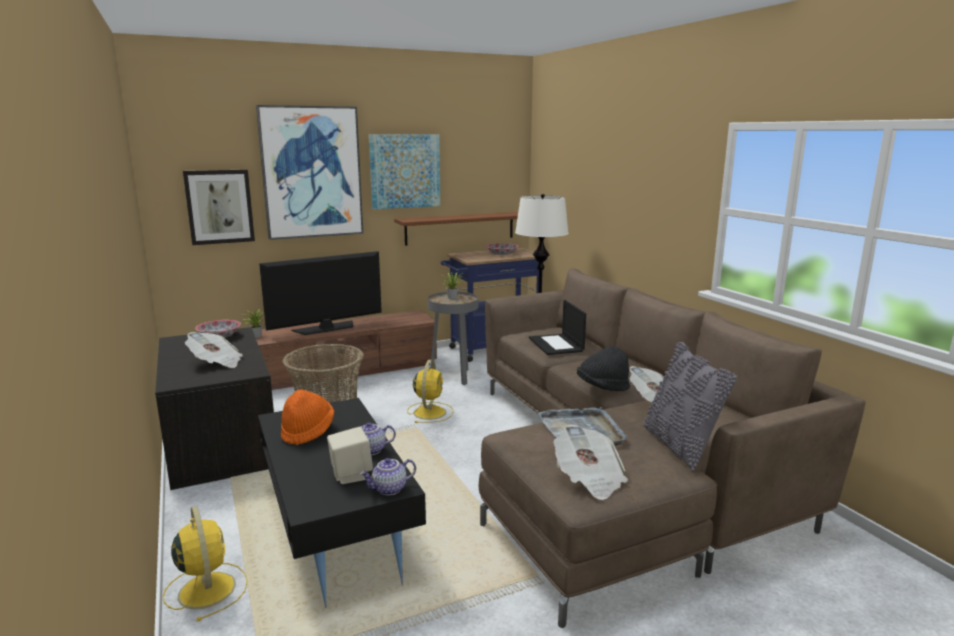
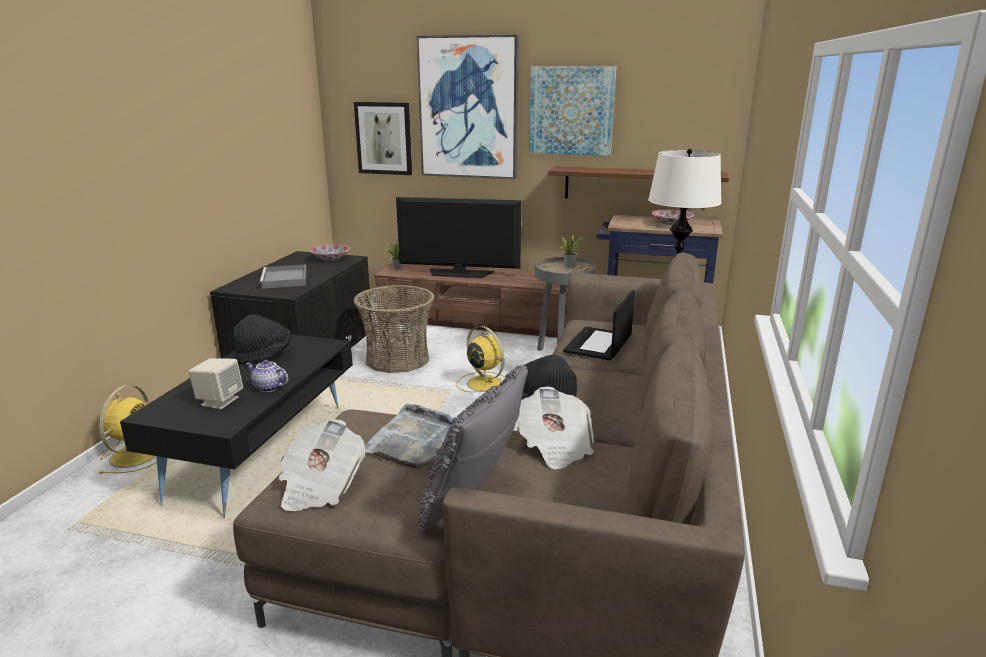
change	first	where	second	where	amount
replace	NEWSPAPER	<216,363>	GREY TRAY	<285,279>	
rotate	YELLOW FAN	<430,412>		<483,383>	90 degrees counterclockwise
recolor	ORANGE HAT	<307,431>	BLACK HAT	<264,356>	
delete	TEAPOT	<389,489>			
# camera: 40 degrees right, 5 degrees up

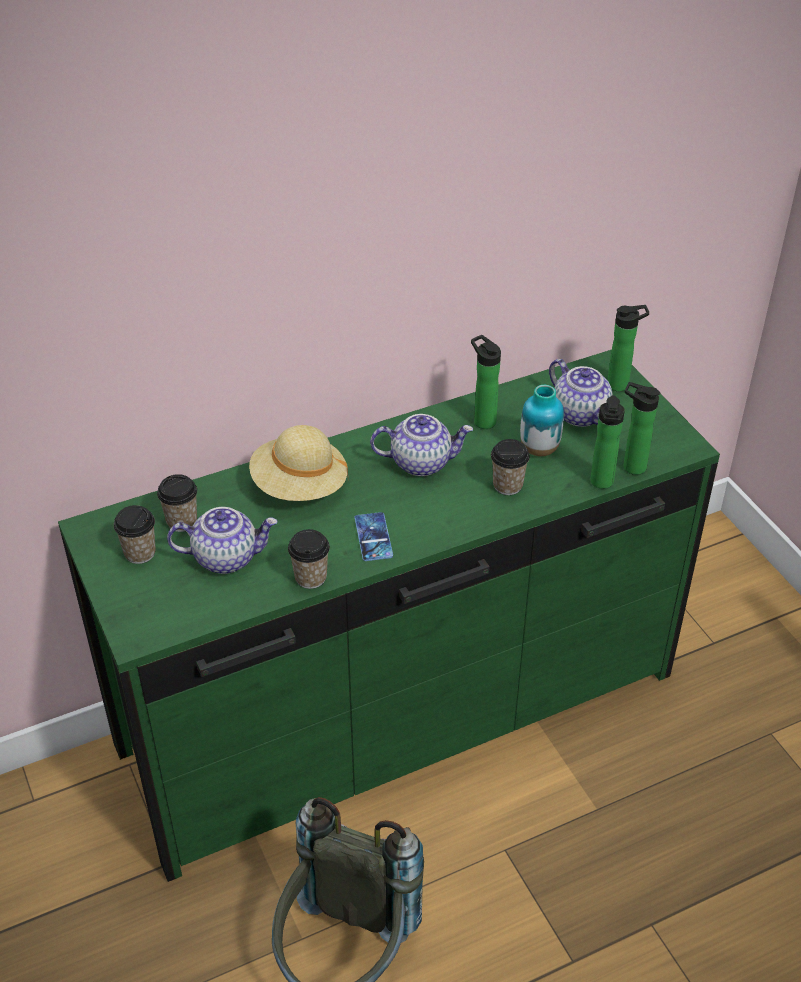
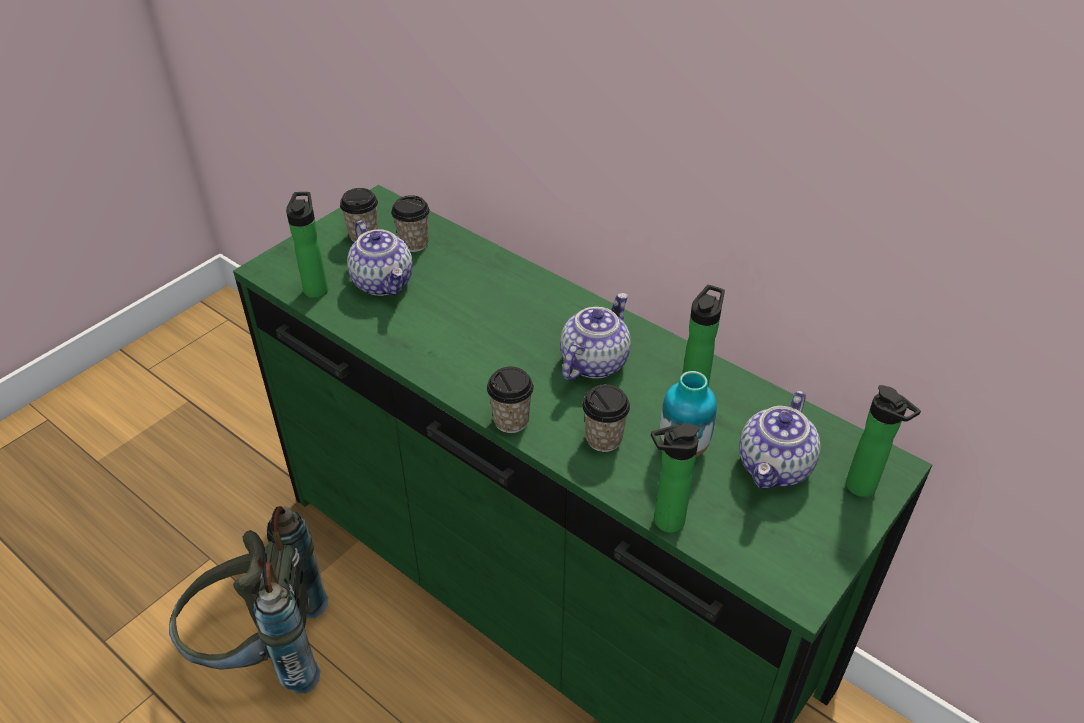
change	first	where	second	where	amount
move	BOTTLE	<630,466>		<316,288>	
rotate	TEAPOT	<421,462>		<593,361>	120 degrees counterclockwise
delete	BEIGE HAT	<299,486>			
delete	PHONE	<373,537>			
move	CUP	<310,577>		<511,420>	
# camera: 65 degrees right, 0 degrees up

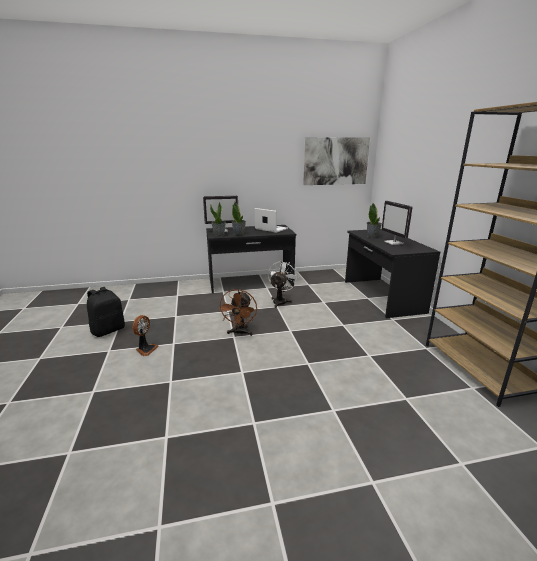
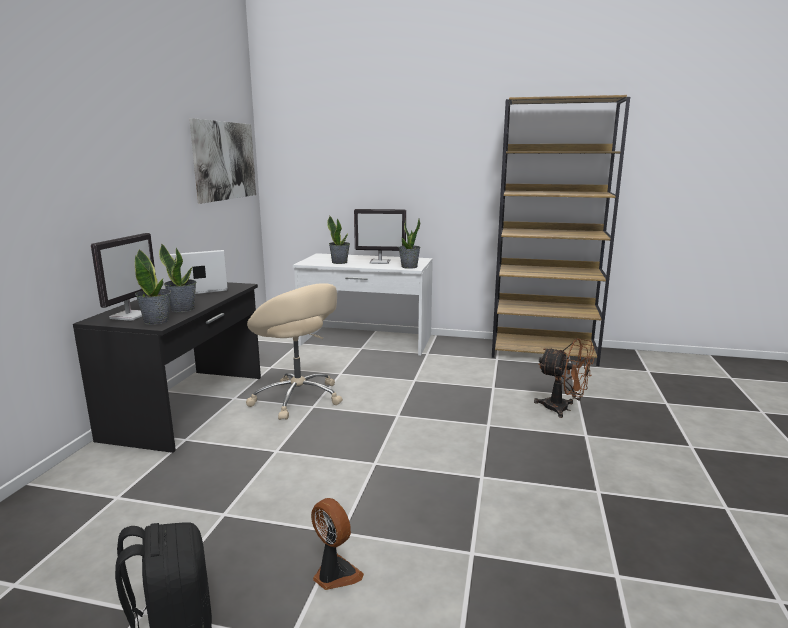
change	first	where	second	where	amount
recolor	BLACK DESK	<381,296>	WHITE DESK	<366,341>	
replace	WHITE FAN	<280,301>	BEIGE OFFICE CHAIR	<299,399>	
move	BROWN FAN	<240,333>		<563,409>	
insert			POTTED PLANT	<409,267>	
# camera: 65 degrees left, 5 degrees down

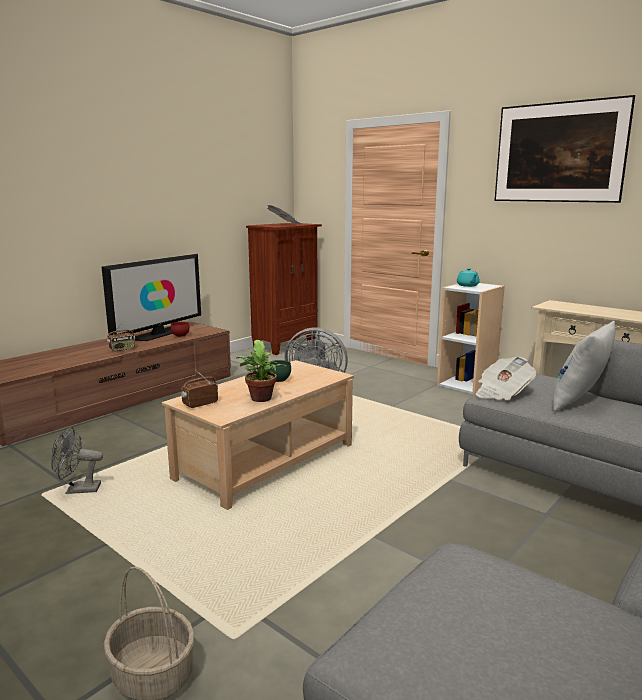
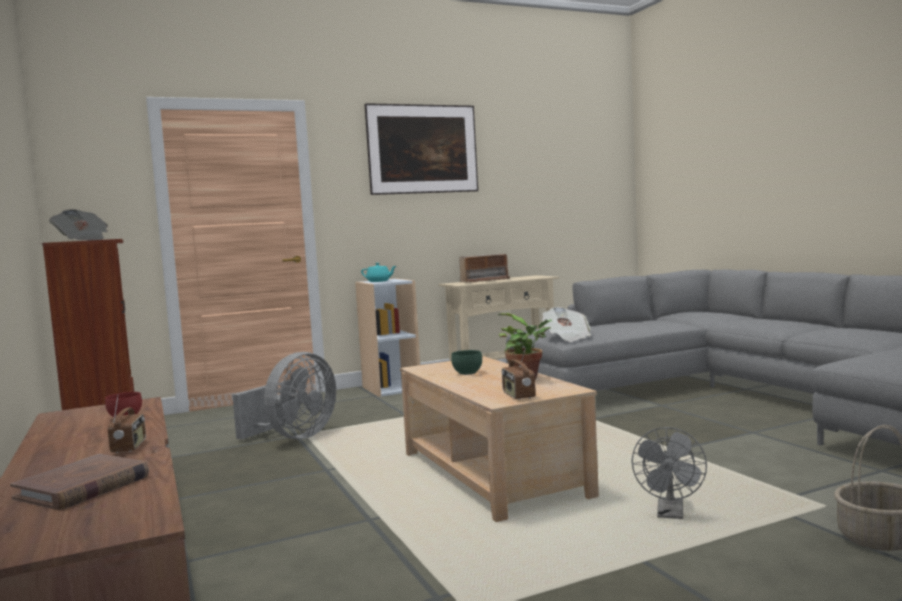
change	first	where	second	where	amount
delete	TELEVISION	<158,334>			
delete	GREY PILLOW	<579,402>			
move	GREY FAN	<77,490>		<671,514>	
insert			RADIO	<484,281>	
insert			BROWN BOOK	<83,487>	
# camera: 65 degrees left, 10 degrees down

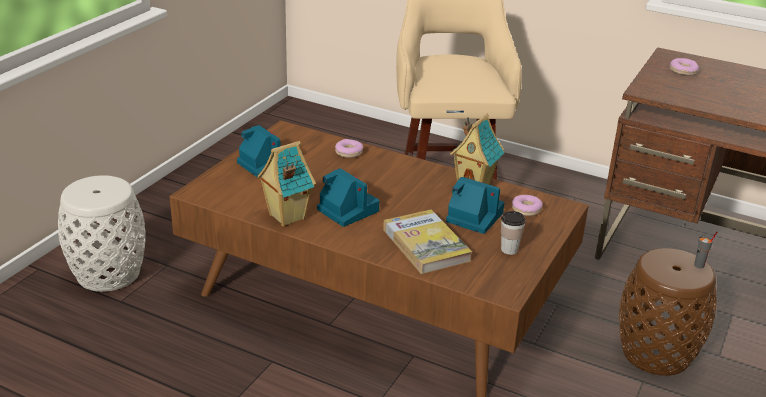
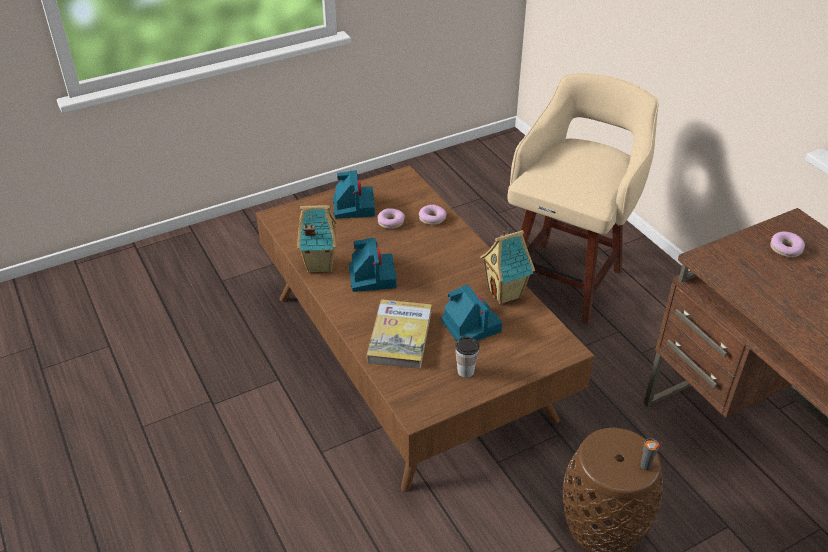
change	first	where	second	where	amount
delete	WHITE STOOL	<108,274>			
move	DONUT	<526,209>		<391,222>	
# camera: 35 degrees right, 10 degrees up

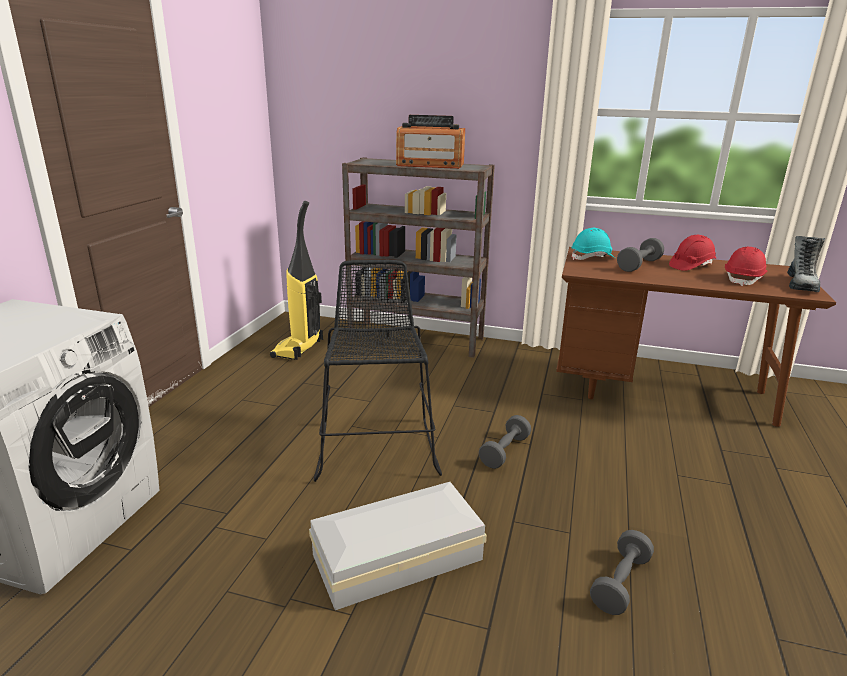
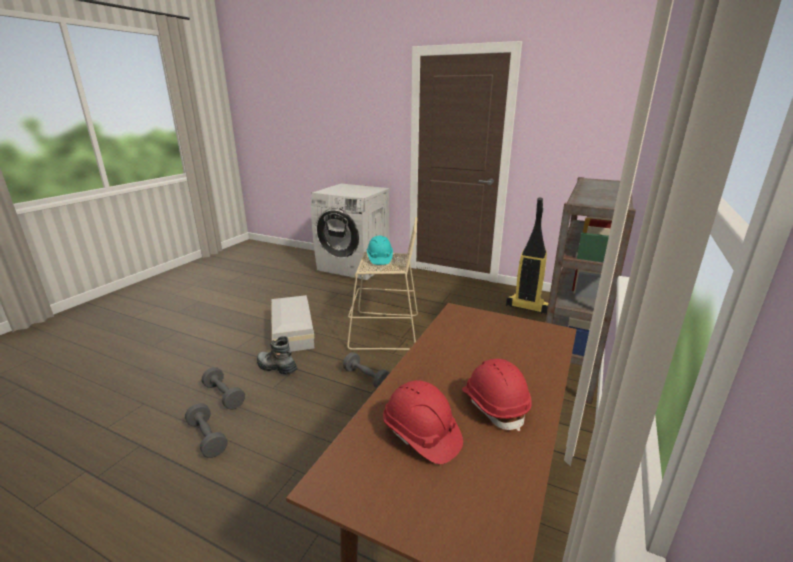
change	first	where	second	where	amount
delete	RADIO	<430,165>			
move	TURQUOISE HARD HAT	<592,258>		<379,259>	
move	BOOT	<801,284>		<276,367>	
move	GREY DUMBBELL	<639,265>		<207,438>	
recolor	BLACK STOOL	<377,450>	BEIGE STOOL	<383,331>	
# camera: 100 degrees right, 0 degrees up

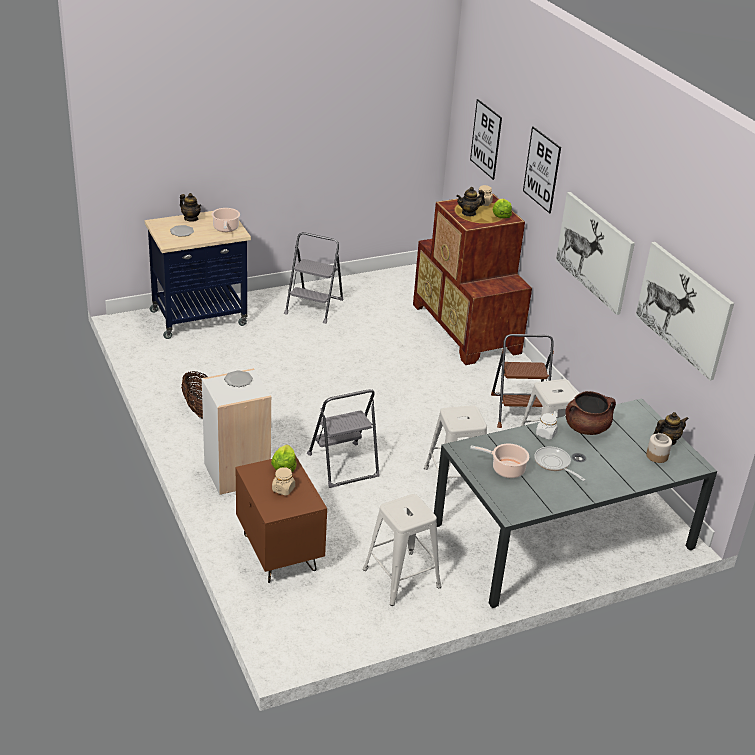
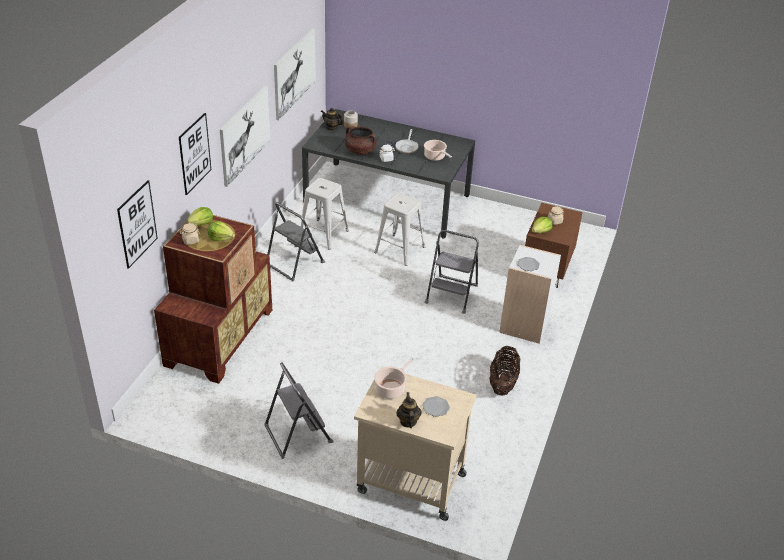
change	first	where	second	where	amount
replace	TEAPOT	<469,213>	LETTUCE	<220,238>	
recolor	BLUE CART	<199,318>	BEIGE CART	<410,483>	
recolor	BROWN STEP LADDER	<519,409>	GREY STEP LADDER	<293,263>	
delete	WHITE STOOL	<401,578>			
# camera: 135 degrees left, 5 degrees up

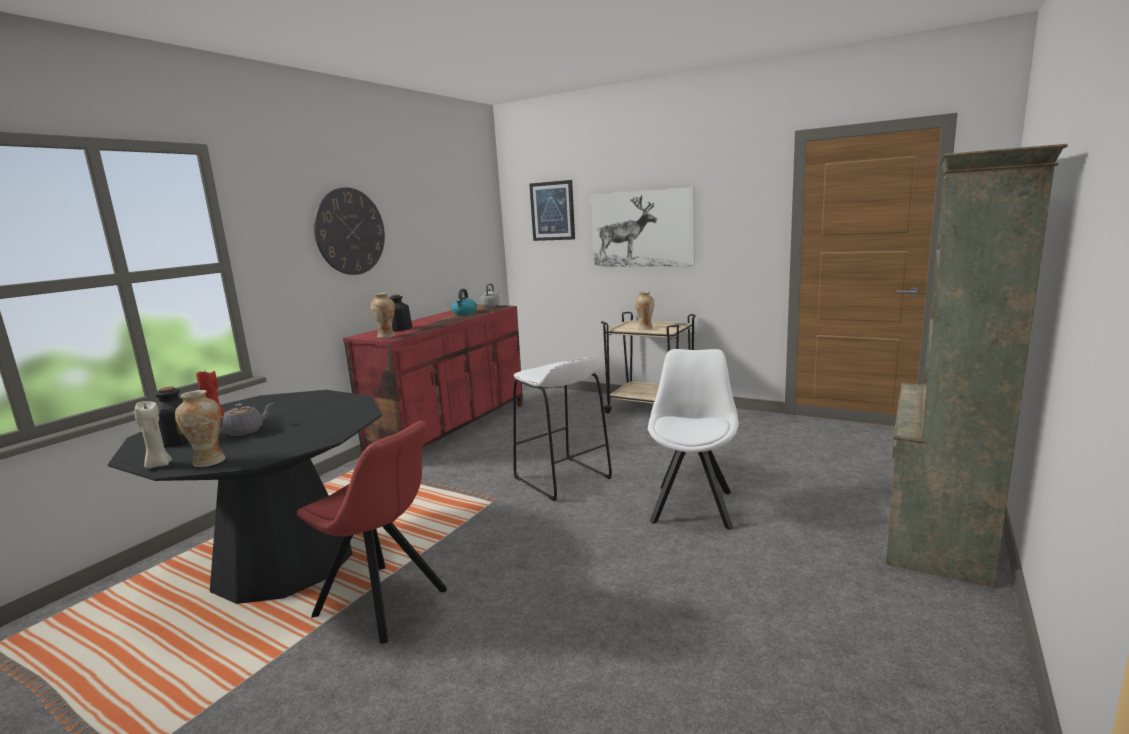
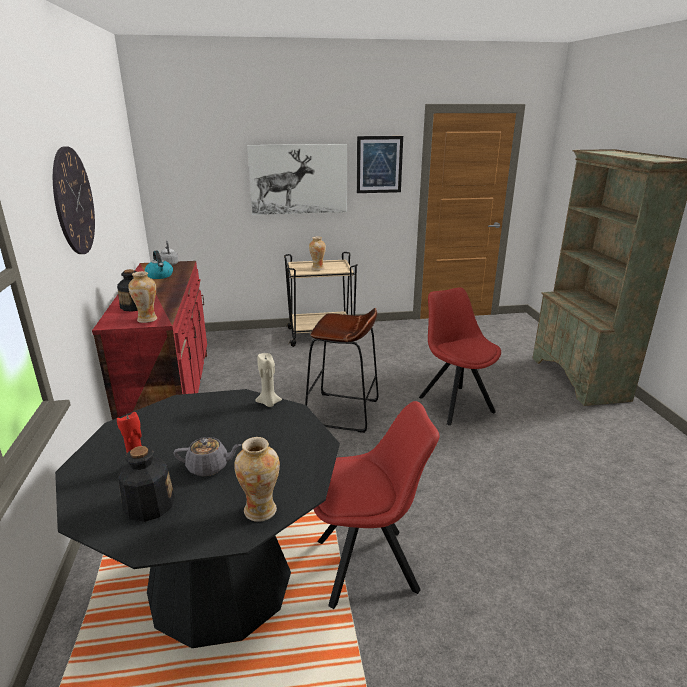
change	first	where	second	where	amount
move	PICTURE	<552,211>		<379,164>	
recolor	WHITE CHAIR	<693,506>	RED CHAIR	<455,404>	
recolor	WHITE STOOL	<562,478>	BROWN STOOL	<342,412>	
move	BEIGE CANDLE	<158,465>		<269,403>	
rotate	GREY TEAPOT	<245,431>		<209,467>	75 degrees clockwise
# camera: 40 degrees left, 10 degrees up

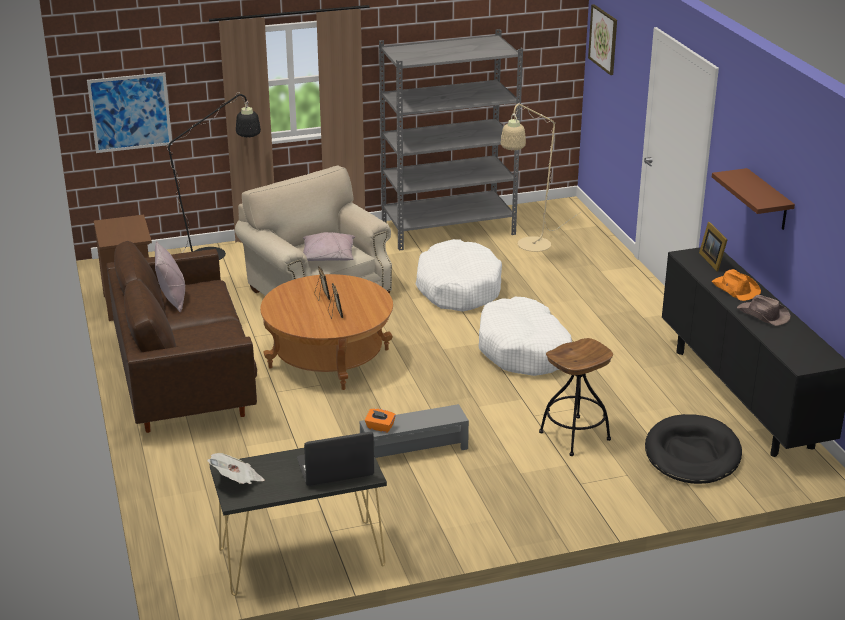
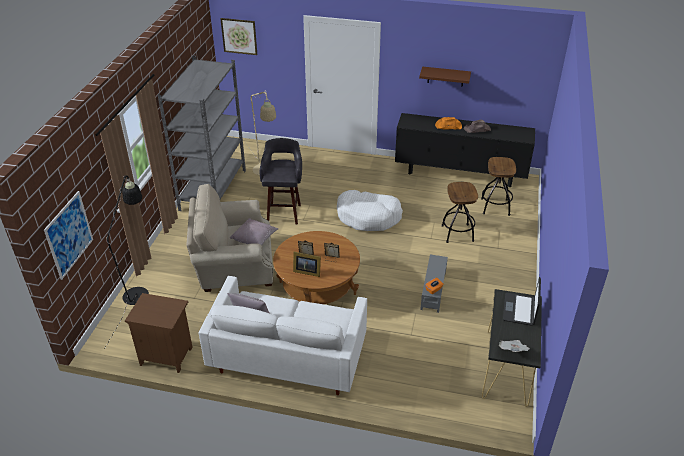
change	first	where	second	where	amount
move	PICTURE FRAME	<712,261>		<306,271>	
replace	WHITE DOG BED	<458,288>	GREY STOOL	<284,212>	
recolor	BROWN SOFA	<185,378>	WHITE SOFA	<288,357>	
replace	BLACK DOG BED	<692,454>	BROWN STOOL	<495,206>	
# camera: 60 degrees left, 10 degrees up

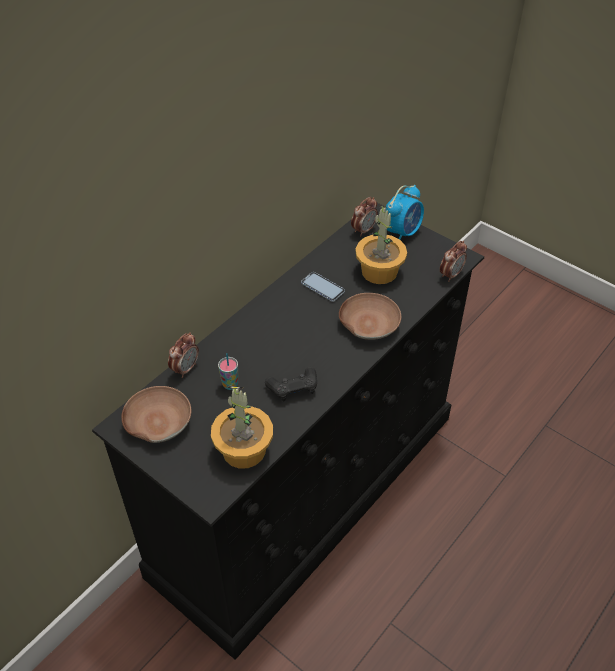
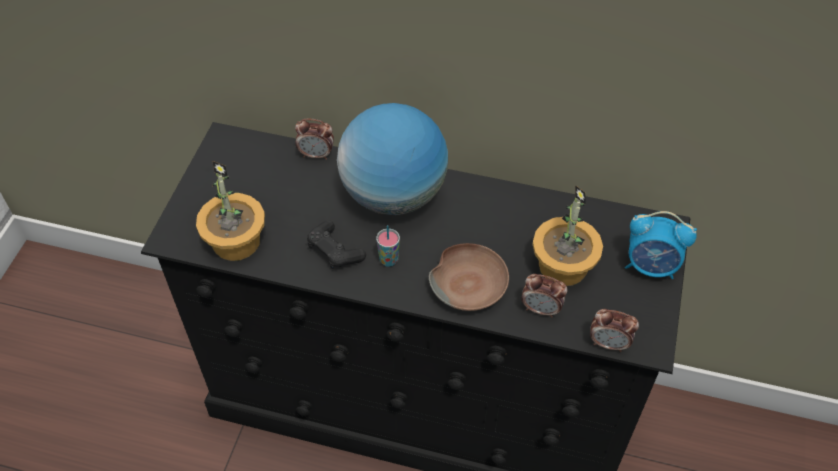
change	first	where	second	where	amount
move	ALARM CLOCK	<363,230>		<541,309>	
delete	PHONE	<323,287>			
move	CUP	<230,384>		<389,260>	
delete	BROWN BOWL	<157,421>			
insert			GLOBE	<394,195>	
# camera: 65 degrees right, 5 degrees up

